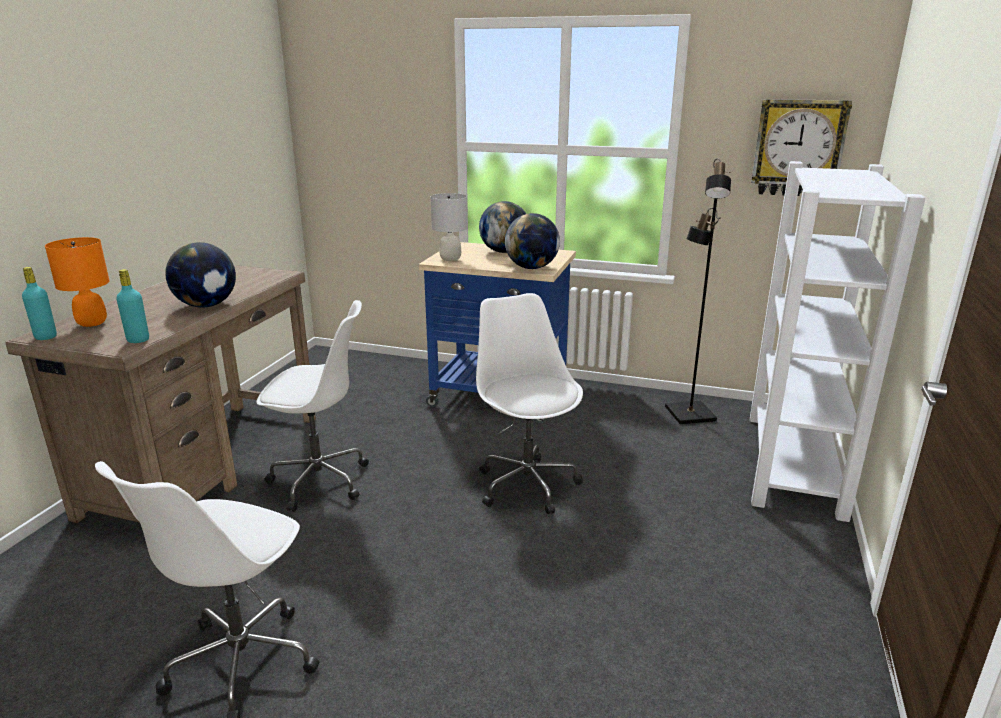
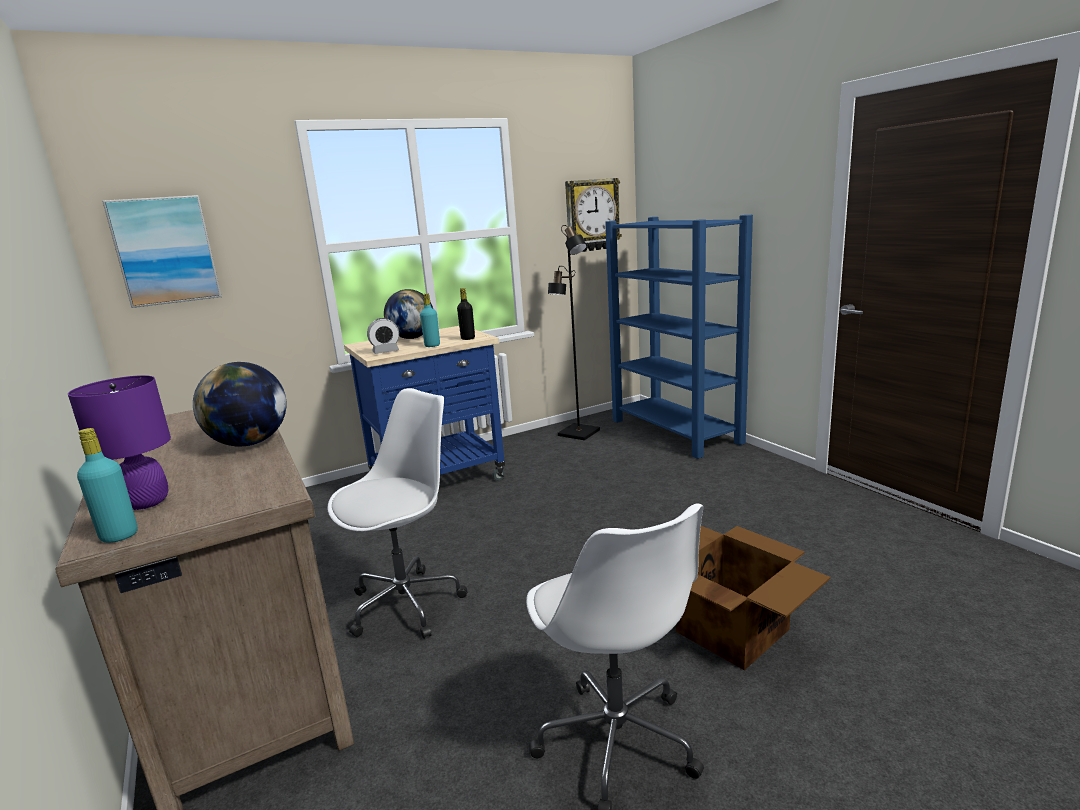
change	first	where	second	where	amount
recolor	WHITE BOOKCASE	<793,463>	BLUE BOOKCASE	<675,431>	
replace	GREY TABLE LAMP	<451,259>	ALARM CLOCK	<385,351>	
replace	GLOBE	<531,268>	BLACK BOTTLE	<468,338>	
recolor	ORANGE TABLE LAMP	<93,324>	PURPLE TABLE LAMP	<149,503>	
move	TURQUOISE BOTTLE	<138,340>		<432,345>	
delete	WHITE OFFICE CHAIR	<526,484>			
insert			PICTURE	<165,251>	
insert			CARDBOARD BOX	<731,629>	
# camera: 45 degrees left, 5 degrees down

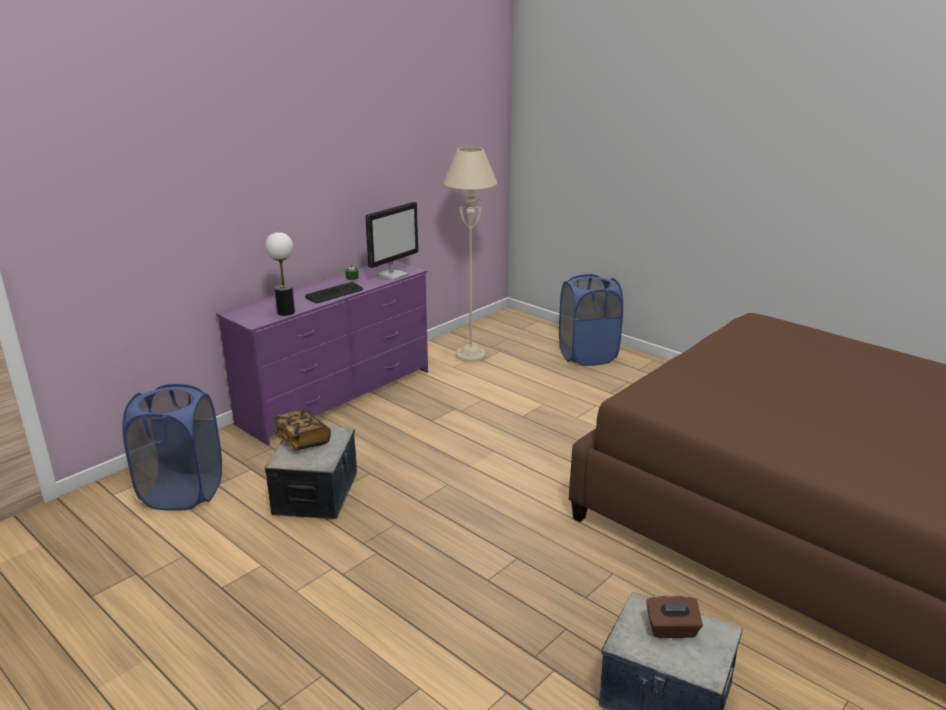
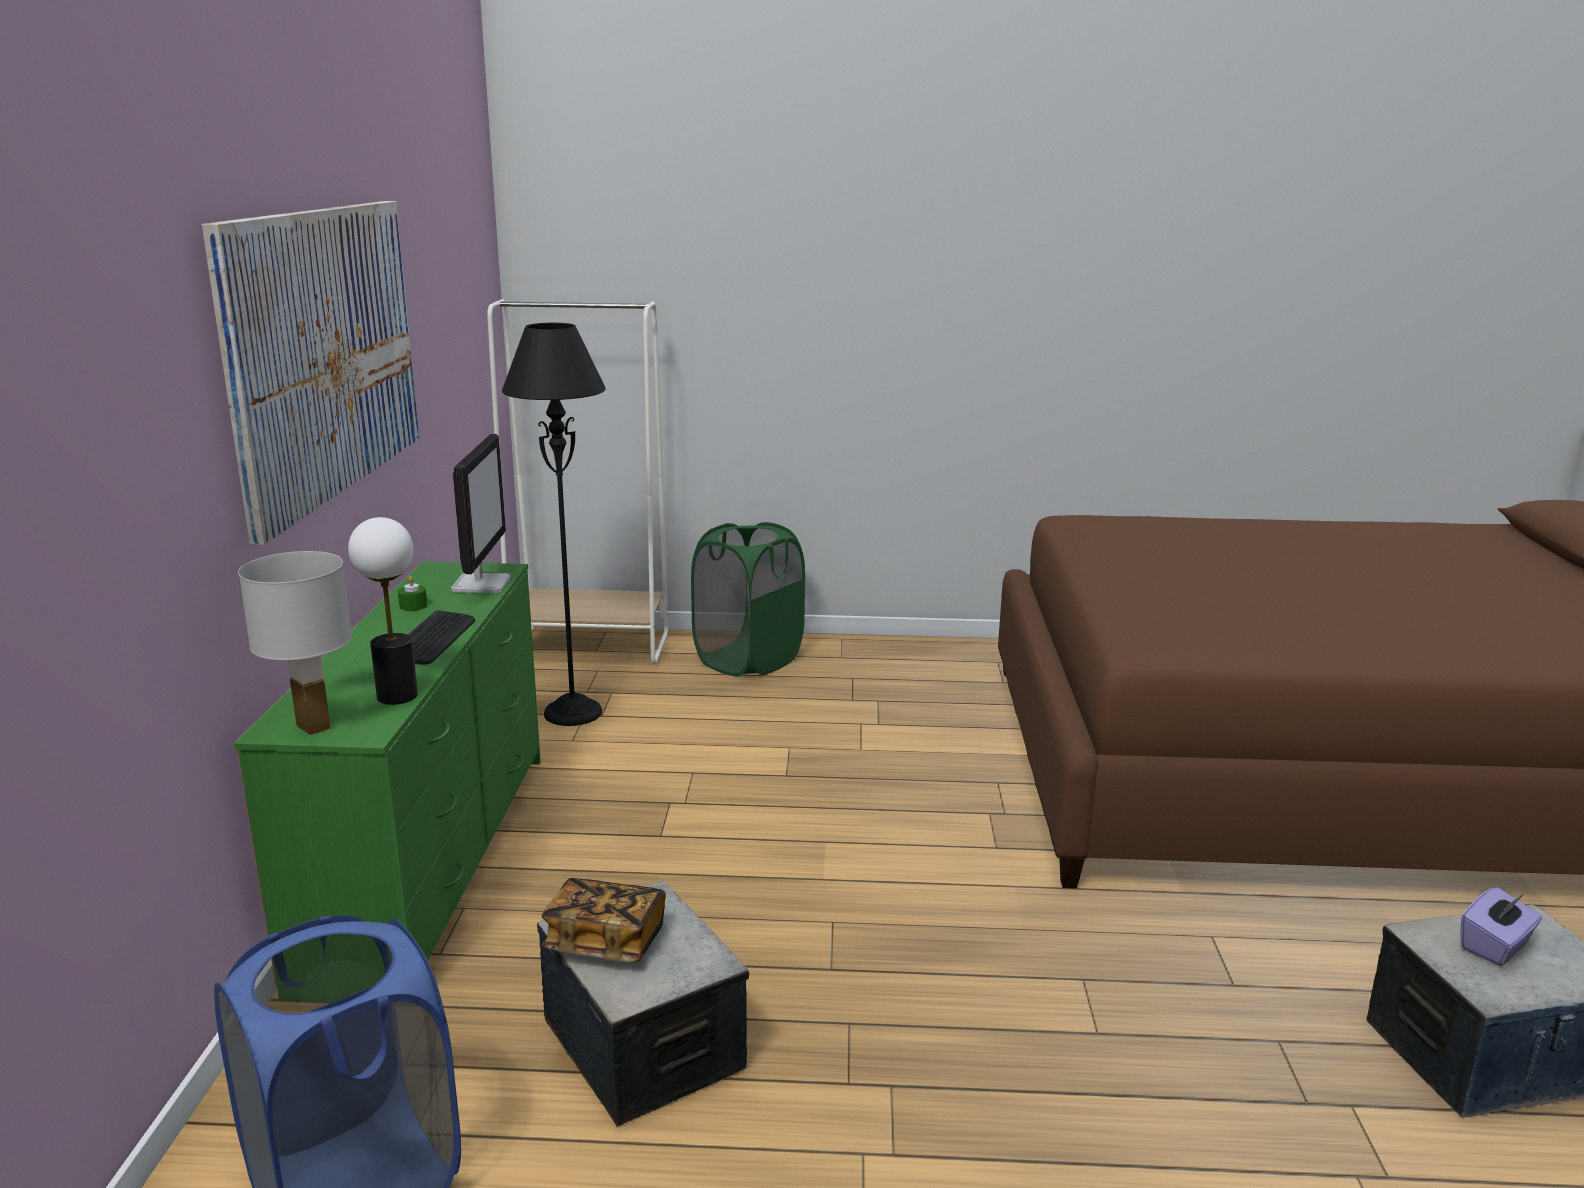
change	first	where	second	where	amount
recolor	BEIGE FLOOR LAMP	<470,355>	BLACK FLOOR LAMP	<573,713>	
recolor	PURPLE DRESSER	<337,397>	GREEN DRESSER	<433,862>	
recolor	BLUE LAUNDRY BASKET	<587,355>	GREEN LAUNDRY BASKET	<748,660>	
recolor	BROWN TISSUE BOX	<672,630>	PURPLE TISSUE BOX	<1495,947>	
insert			PICTURE	<324,352>	
insert			CLOTHES RACK	<590,648>	
insert			WHITE TABLE LAMP	<312,727>	
# camera: 40 degrees left, 5 degrees down

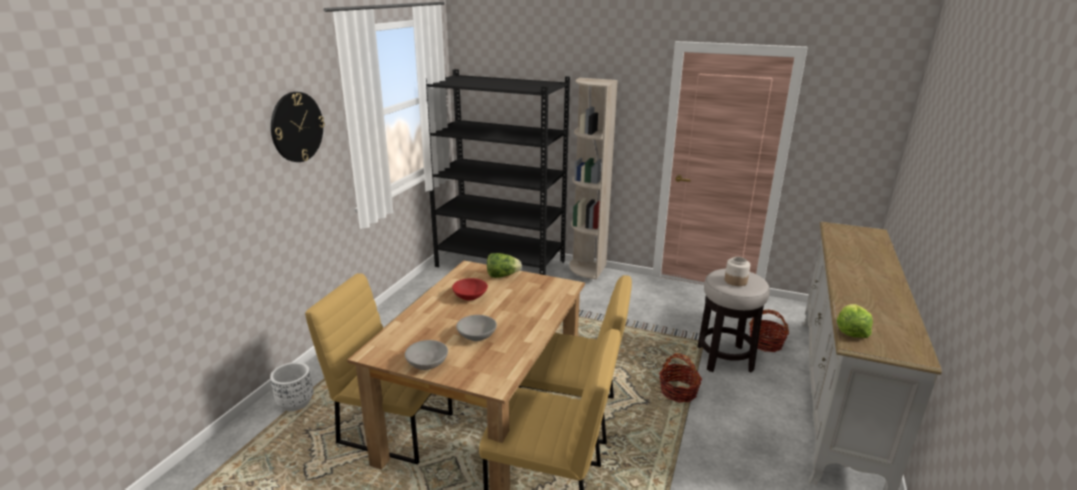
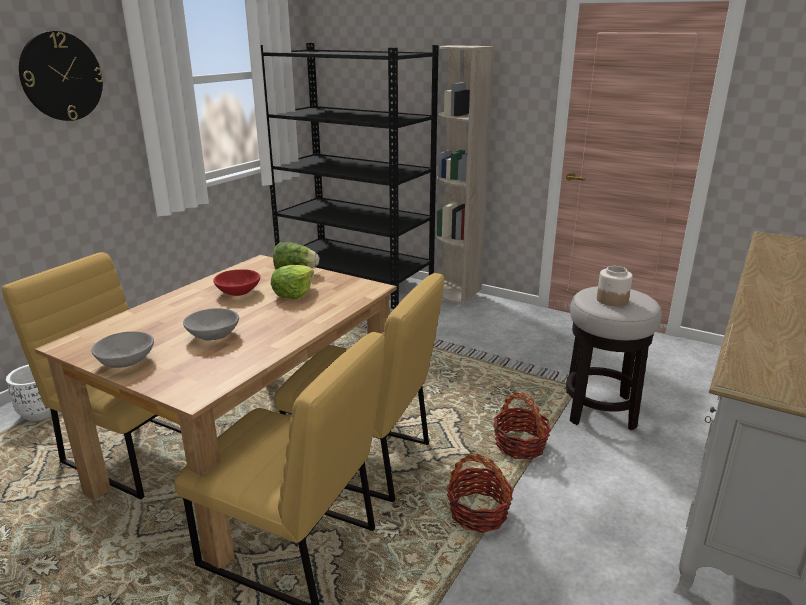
change	first	where	second	where	amount
move	LETTUCE	<851,331>		<293,293>	
move	BASKET	<766,343>		<478,513>	
# camera: 10 degrees right, 0 degrees up

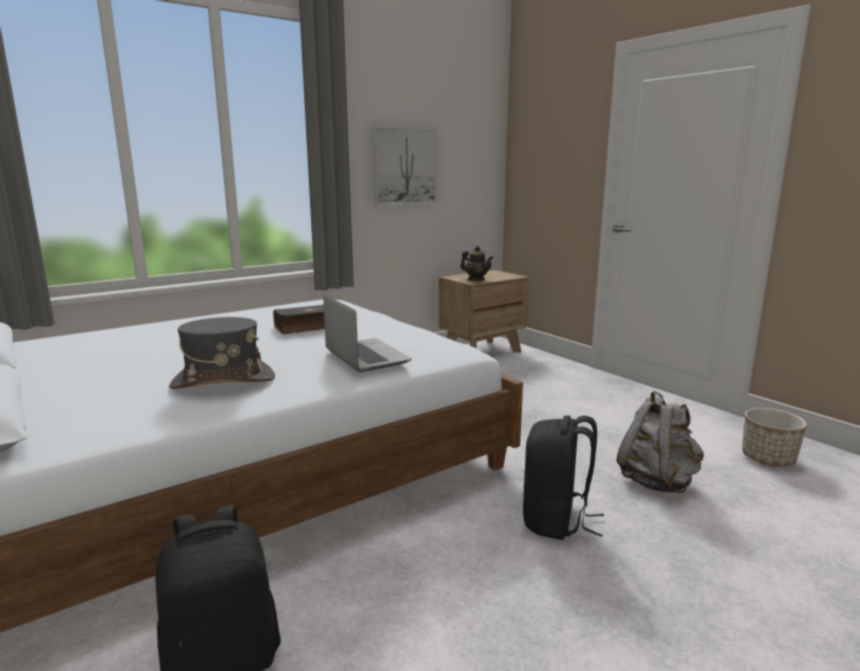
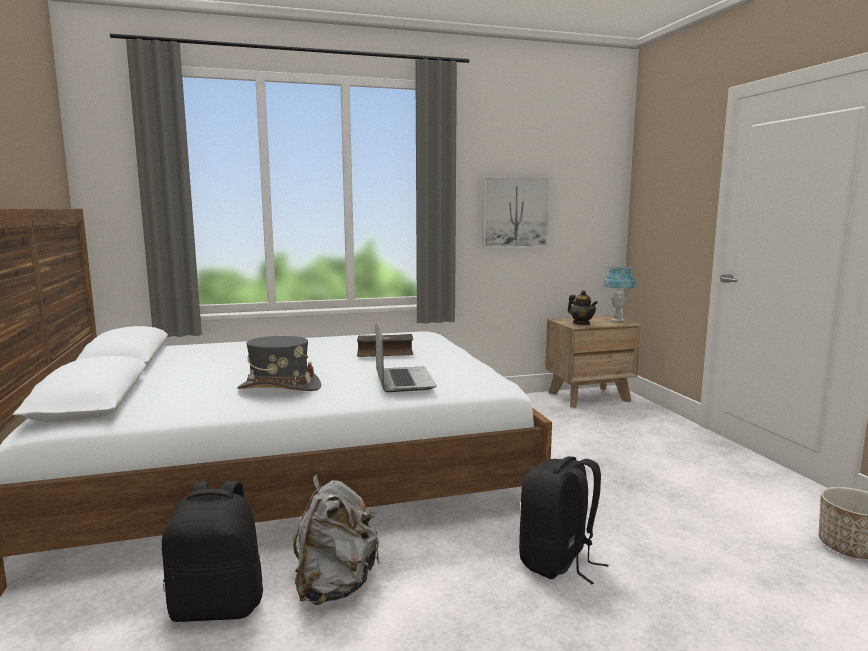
change	first	where	second	where	amount
move	GREY BACKPACK	<657,482>		<335,586>	
insert			BLUE TABLE LAMP	<617,320>	
# camera: 20 degrees right, 5 degrees down

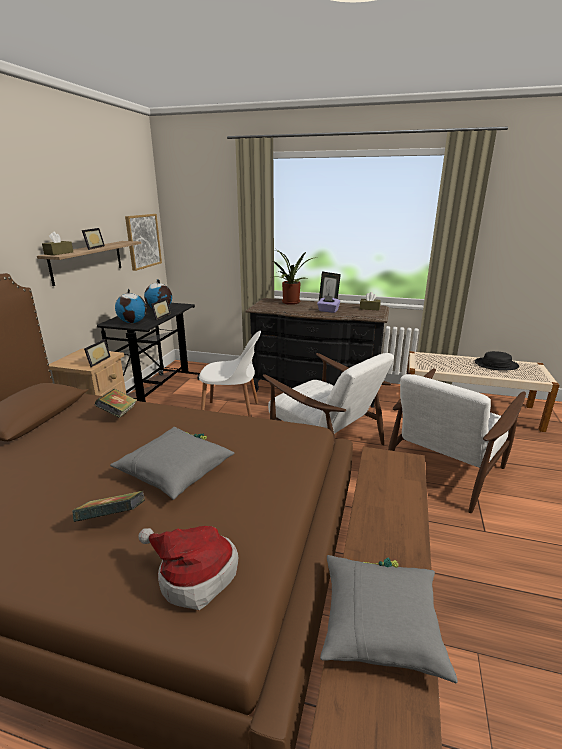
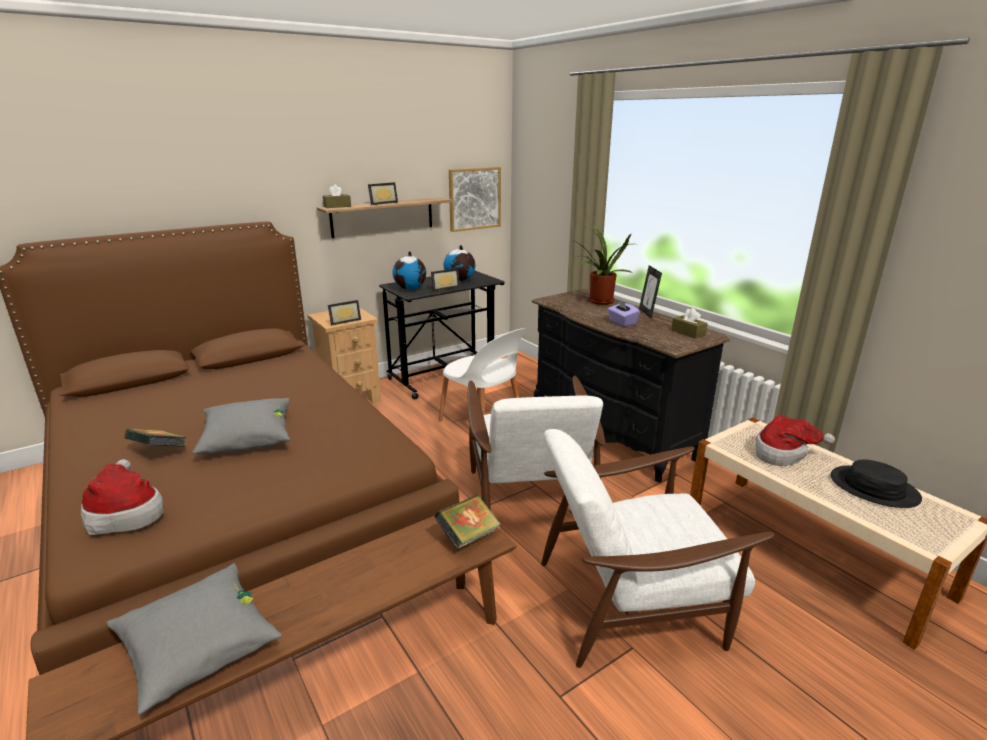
change	first	where	second	where	amount
move	BOOK	<118,414>		<468,536>	
insert			HAT	<783,453>	
# camera: 40 degrees right, 0 degrees up

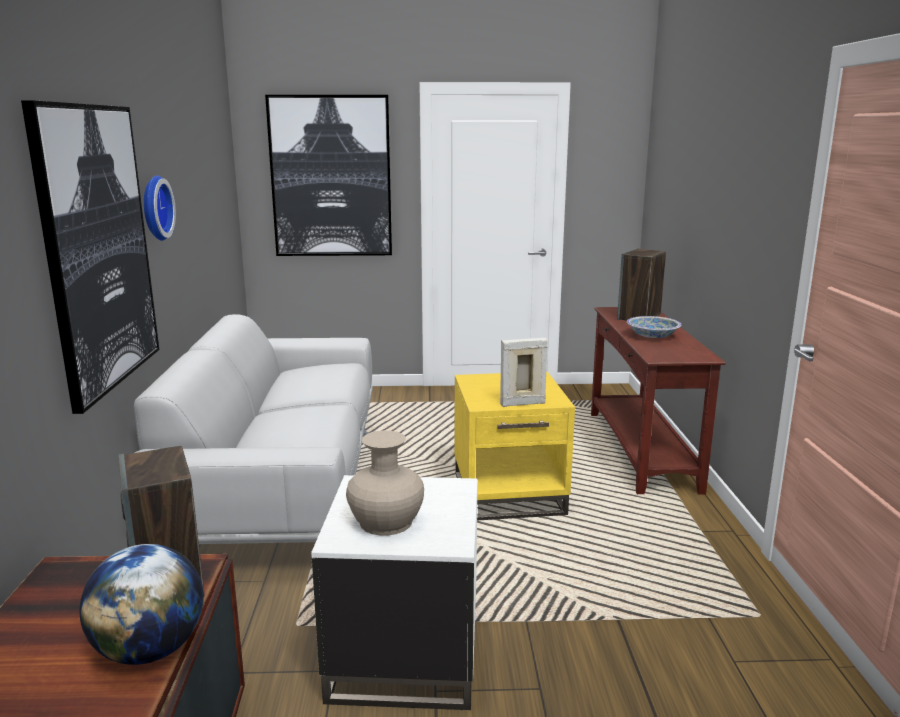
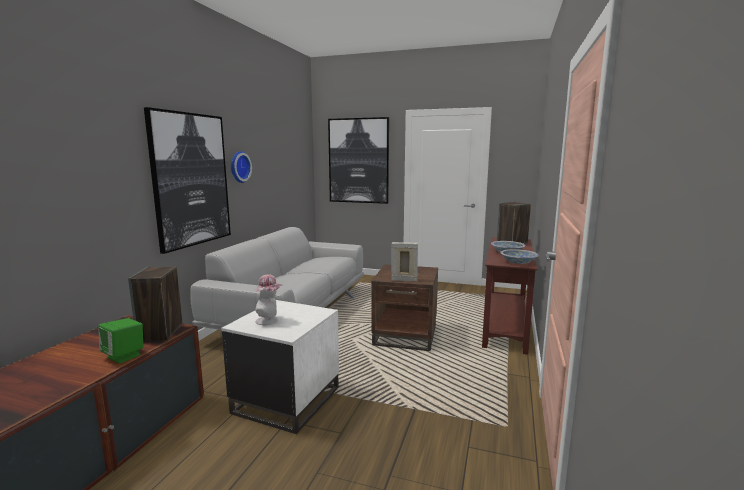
change	first	where	second	where	amount
recolor	YELLOW SIDE TABLE	<509,494>	BROWN SIDE TABLE	<406,336>	
replace	BEIGE VASE	<386,521>	HAT	<269,321>	
replace	GLOBE	<150,650>	GREEN SPEAKER	<124,356>	
insert			BOWL	<518,262>	
# camera: 20 degrees right, 5 degrees down

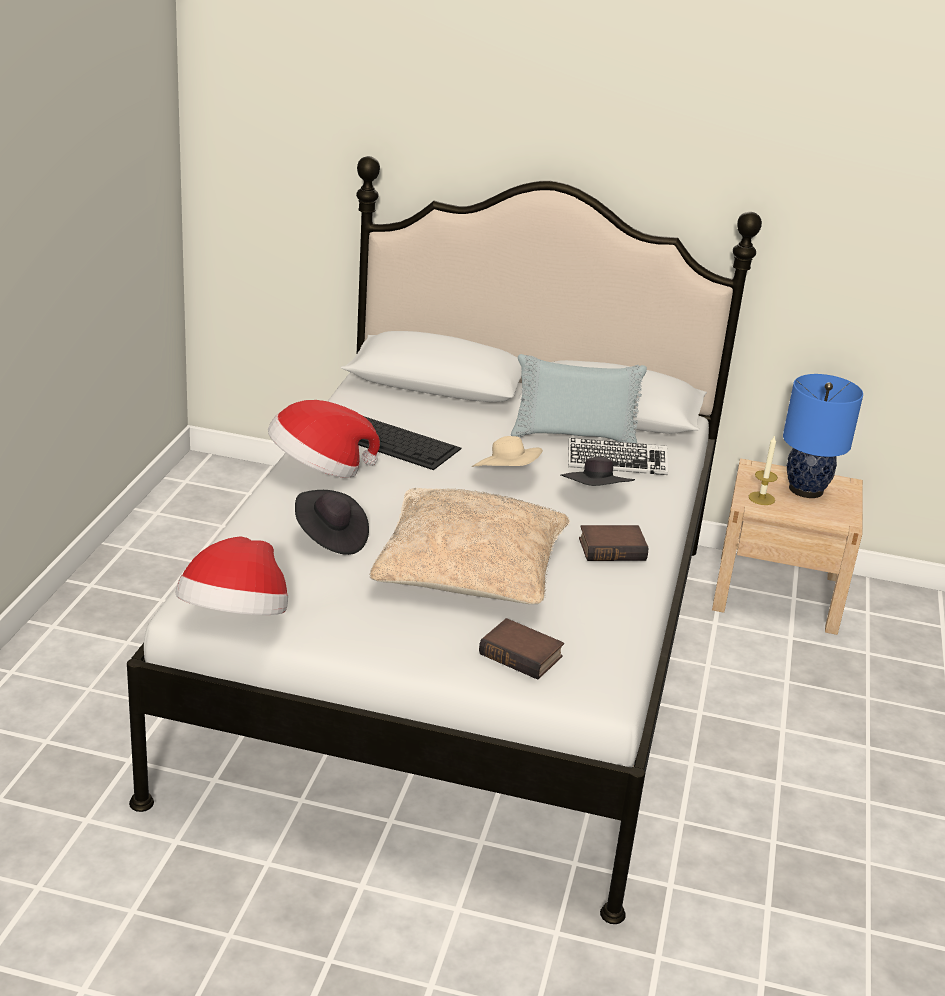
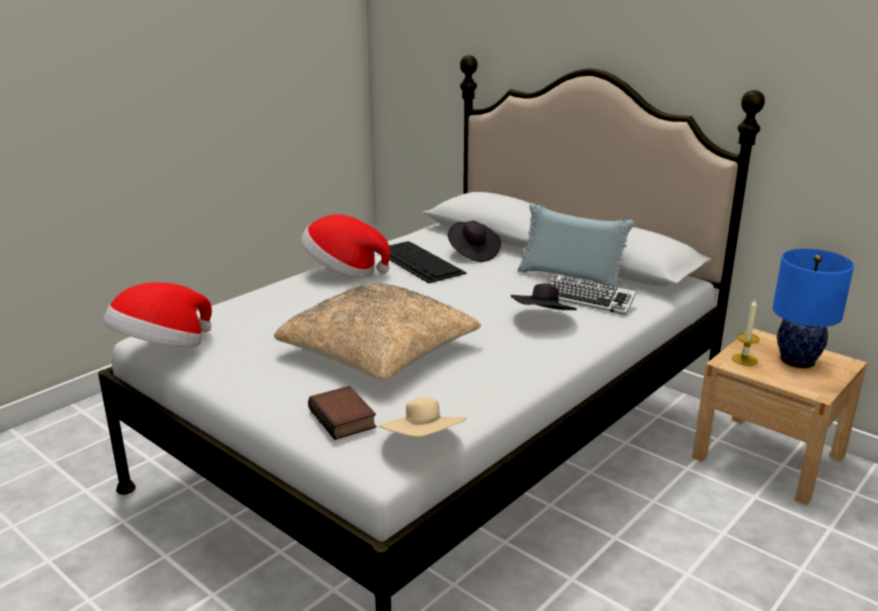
change	first	where	second	where	amount
move	BEIGE HAT	<506,475>		<424,443>	
move	BLACK HAT	<330,538>		<473,253>	
delete	BOOK	<612,548>			
# camera: 30 degrees right, 5 degrees down

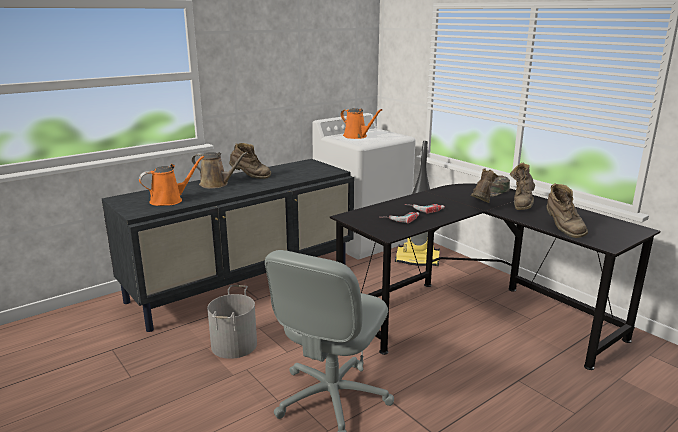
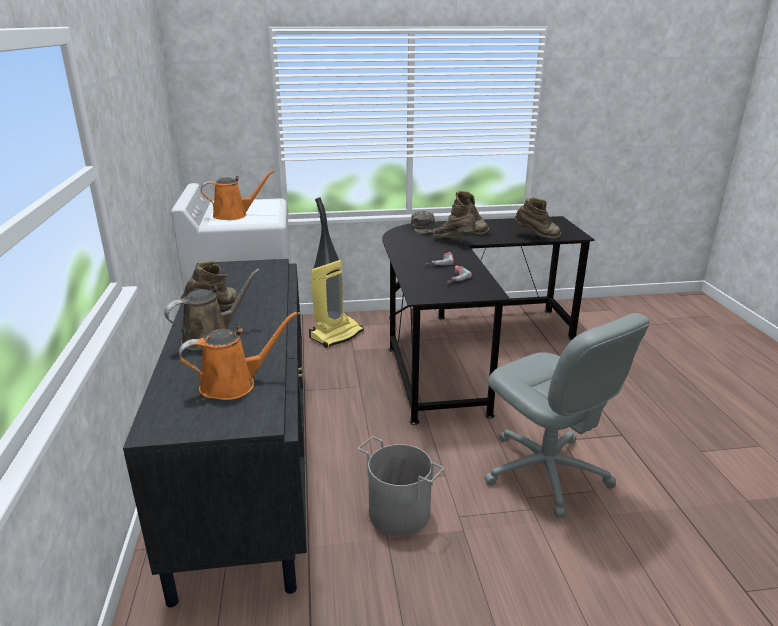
change	first	where	second	where	amount
rotate	ORANGE WATERING CAN	<169,200>		<233,384>	75 degrees clockwise
# camera: 60 degrees left, 5 degrees up

